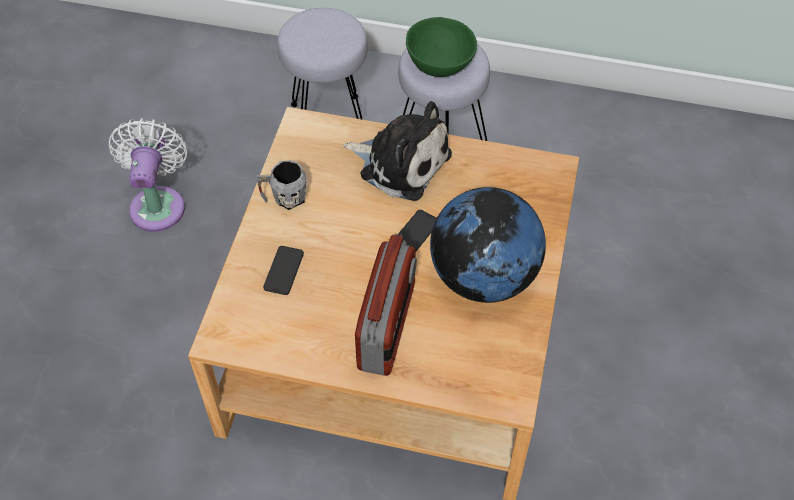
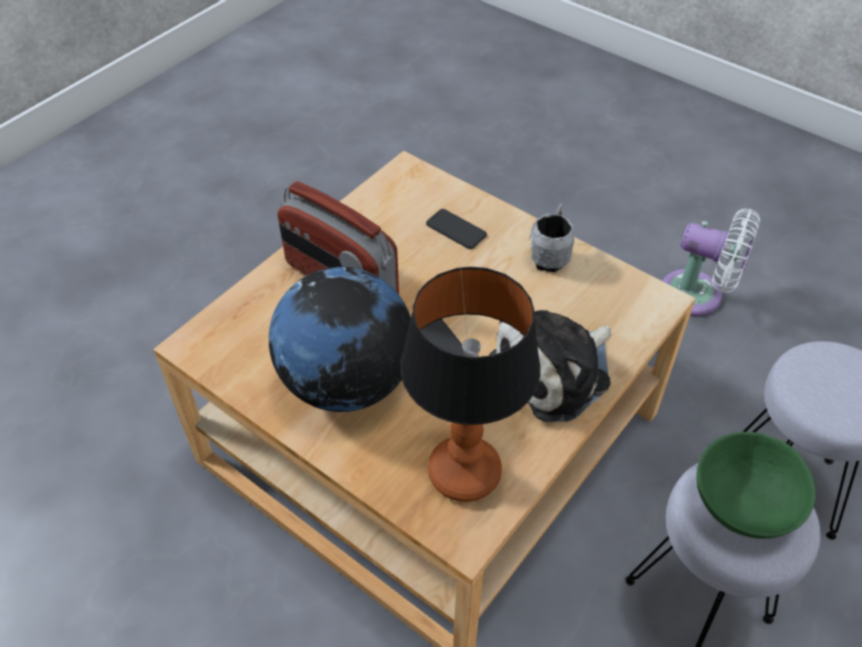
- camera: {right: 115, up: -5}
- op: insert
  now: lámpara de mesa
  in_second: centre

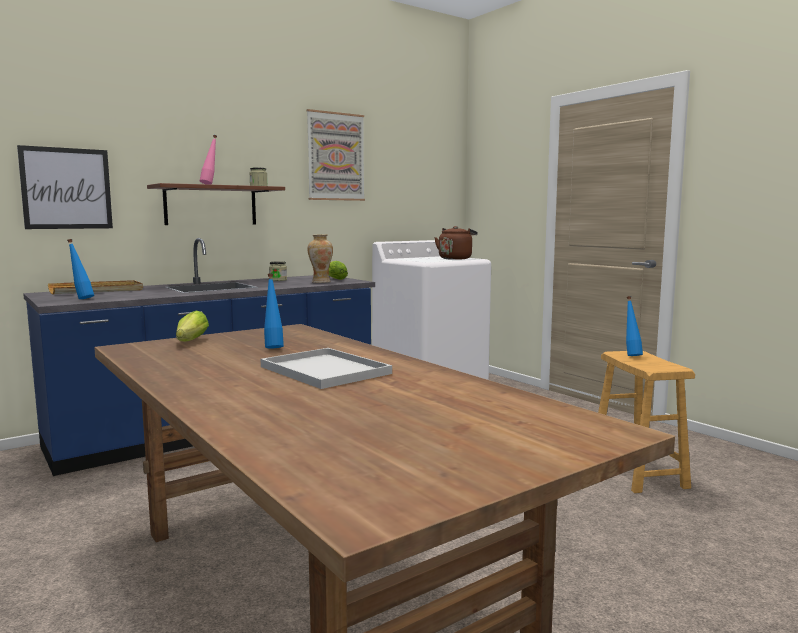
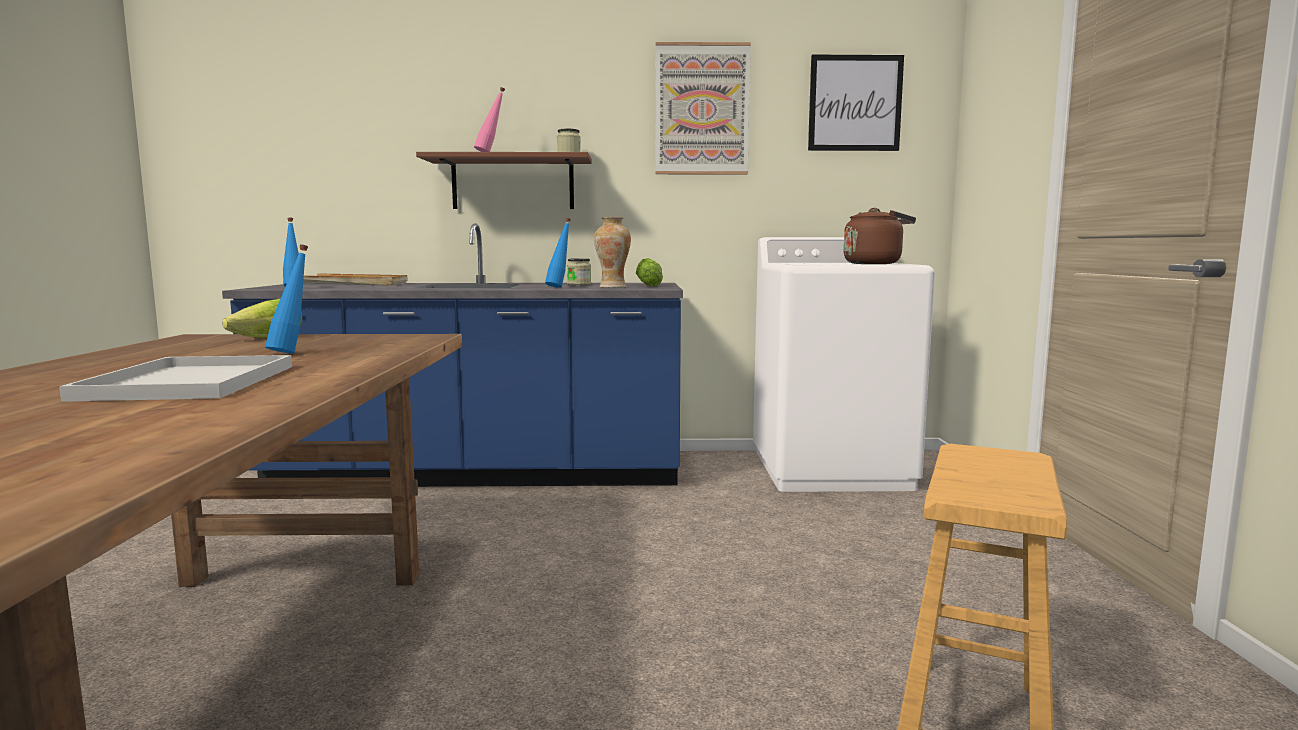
- camera: {right: 35, up: 0}
- op: move
  was: cuadro (1st from left in the first image)
  now: cuadro (2nd from left)
  in_first: top left
  in_second: top centre
- op: move
  was: botella (azul) (3rd from left)
  in_first: middle right
  in_second: centre

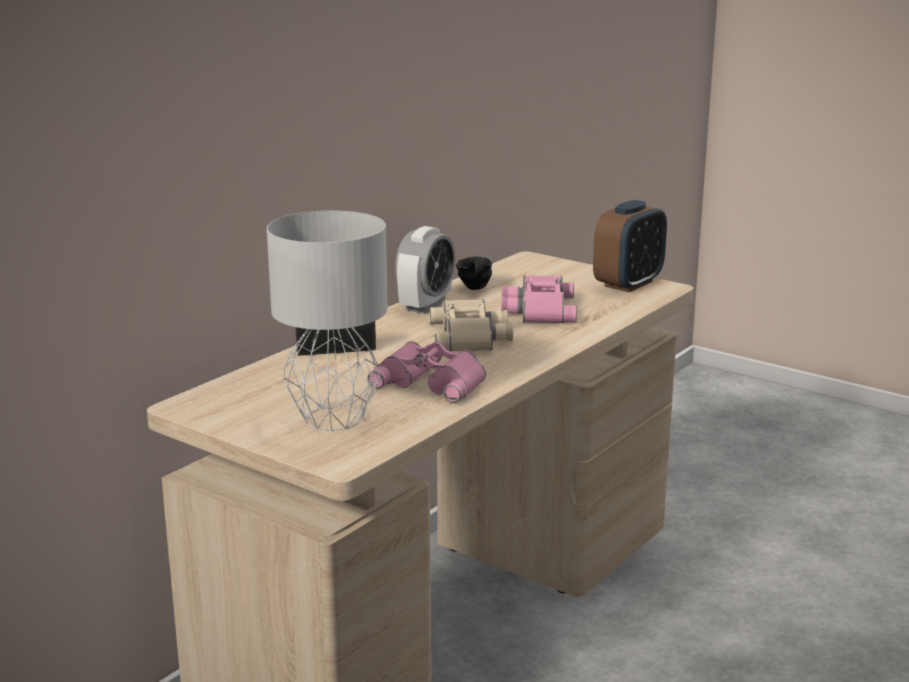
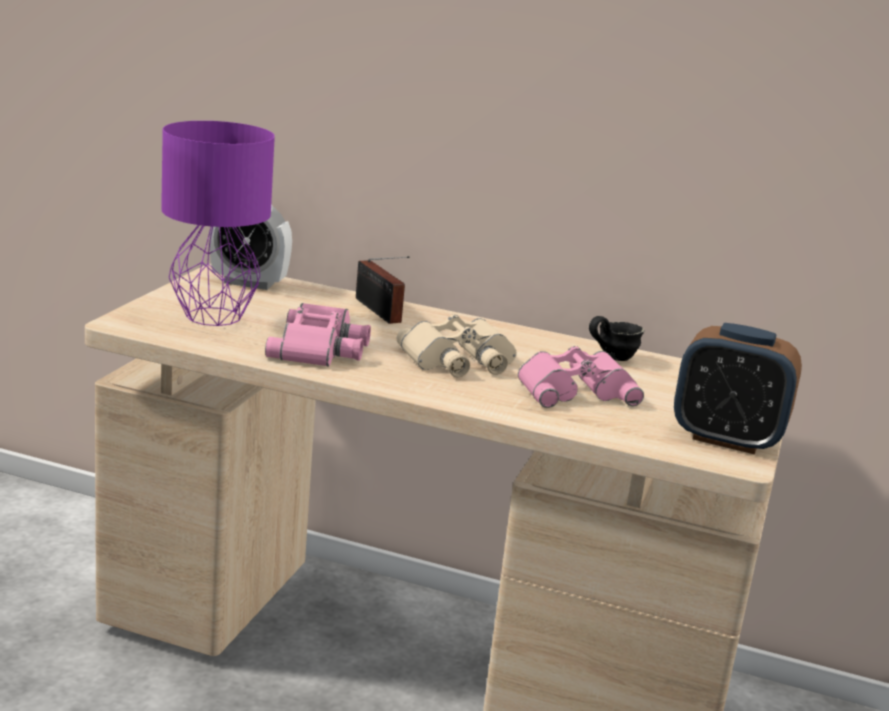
- camera: {right: 70, up: 0}
- op: move
  was: despertador (1st from left)
  in_first: centre
  in_second: middle left
- op: recolor
  was: lámpara de mesa (gris)
  now: lámpara de mesa (morado)
  in_first: centre
  in_second: top left

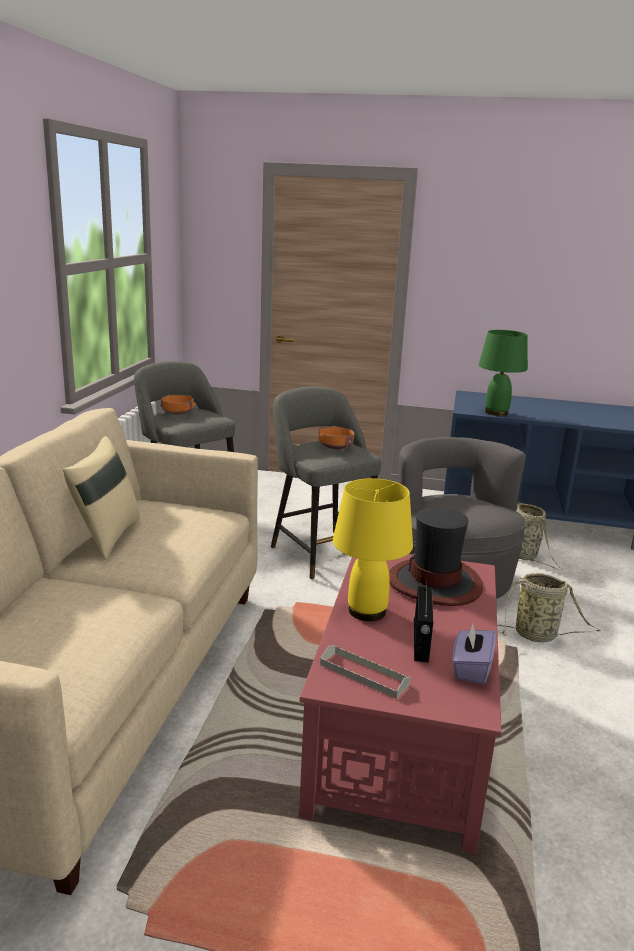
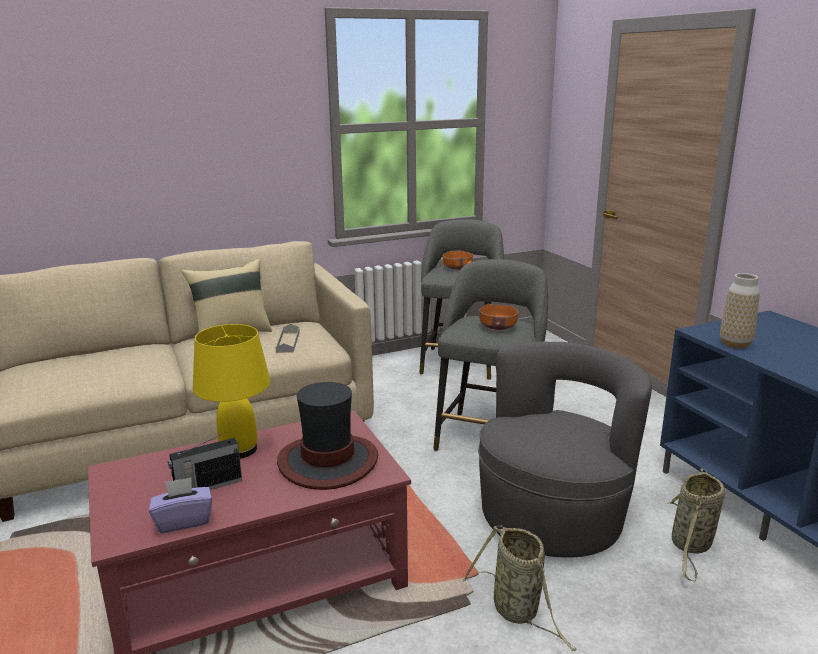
- camera: {right: 55, up: 0}
- op: move
  was: bandeja (gris)
  in_first: bottom centre
  in_second: centre
- op: replace
  was: lámpara de mesa (verde)
  now: florero
  in_first: middle right
  in_second: middle right

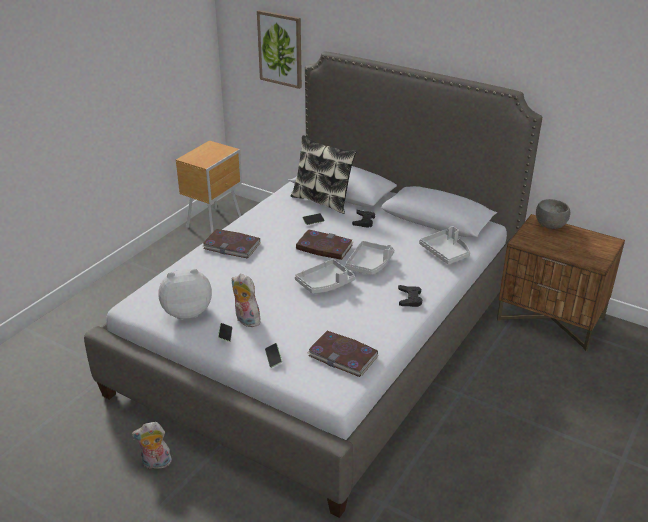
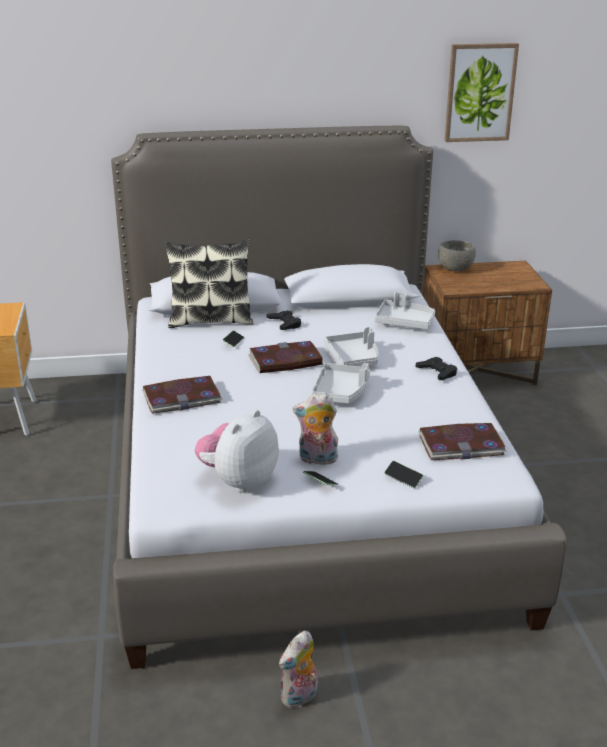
- camera: {right: -40, up: -5}
- op: move
  was: cuadro
  in_first: top centre
  in_second: top right

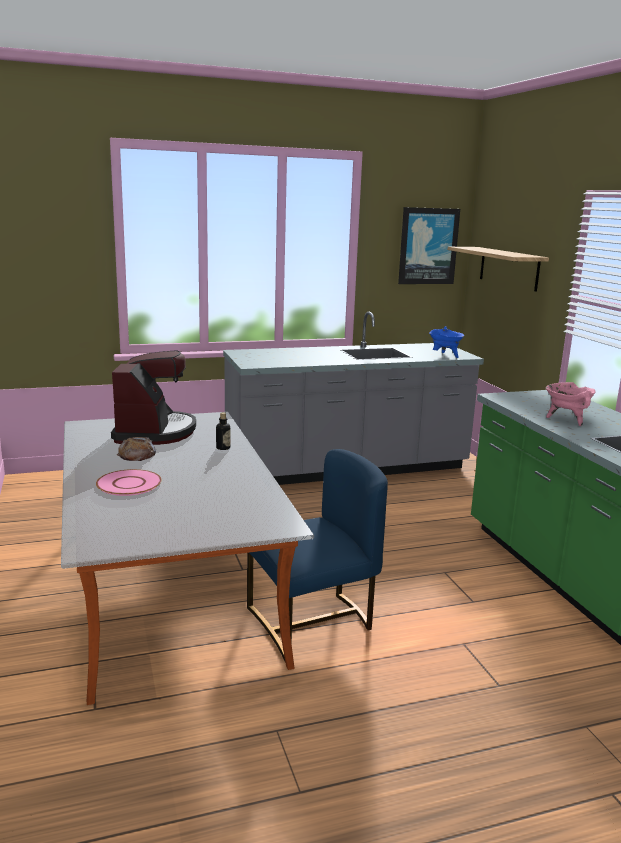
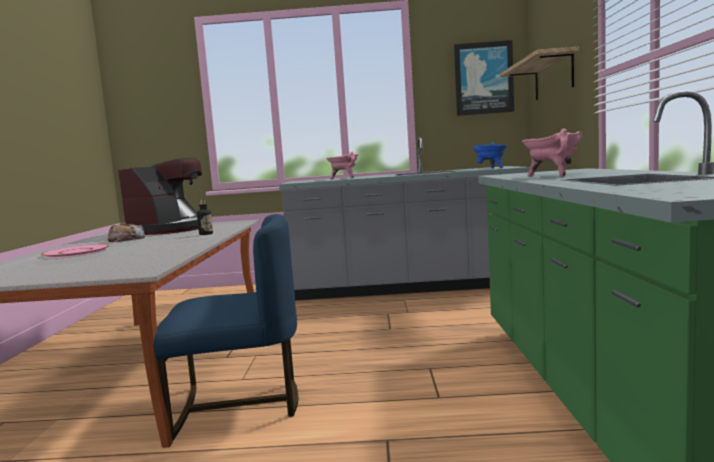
- camera: {right: 20, up: -10}
- op: insert
  now: olla (rosa) (1st from left)
  in_second: centre

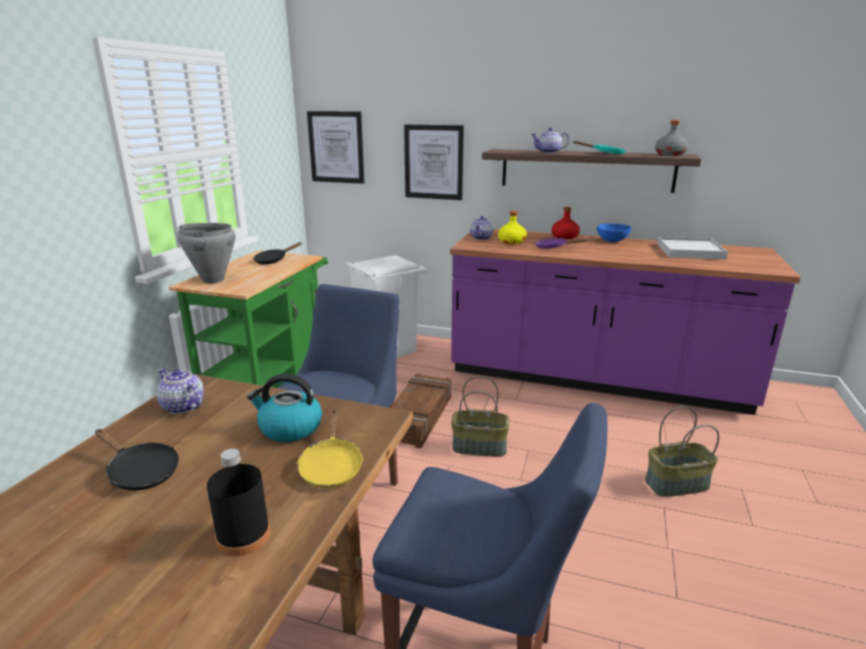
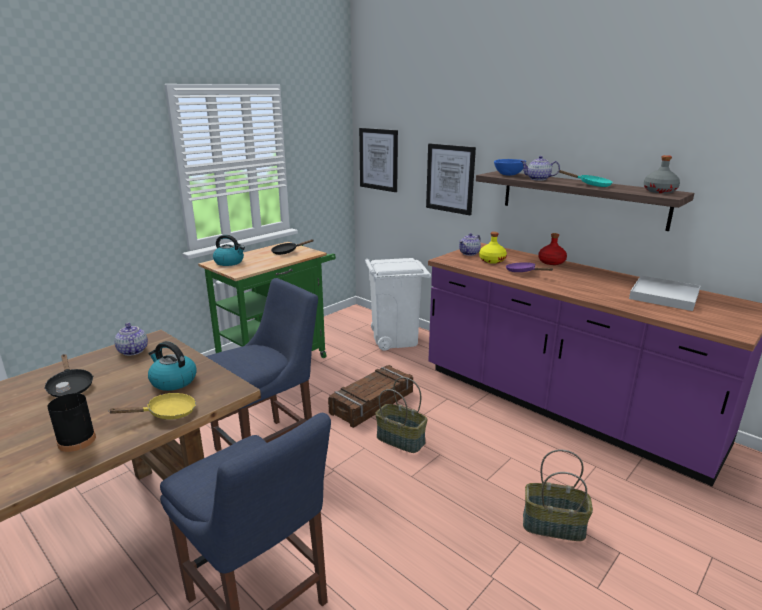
- camera: {right: 25, up: 0}
- op: move
  was: cuenco (azul)
  in_first: middle right
  in_second: top right
- op: replace
  was: olla (gris)
  now: hervidor (2nd from left)
  in_first: middle left
  in_second: middle left
- op: rotate
  was: sartén (amarillo)
  in_first: bottom centre
  in_second: middle left
  clockwise: -135

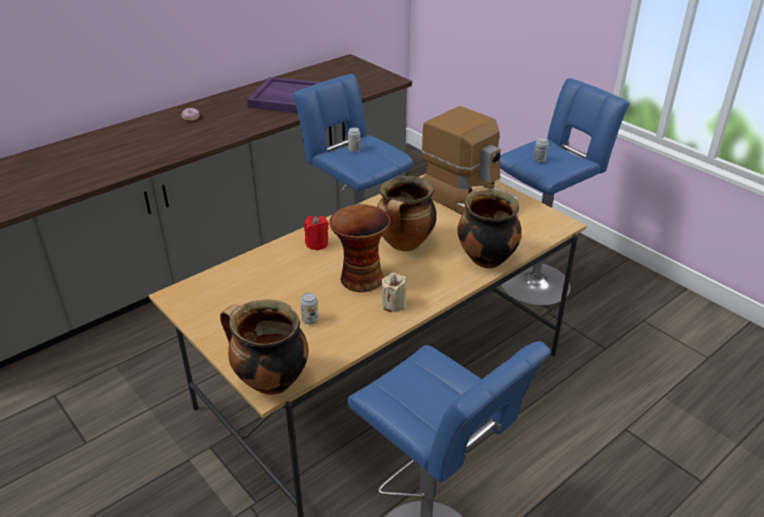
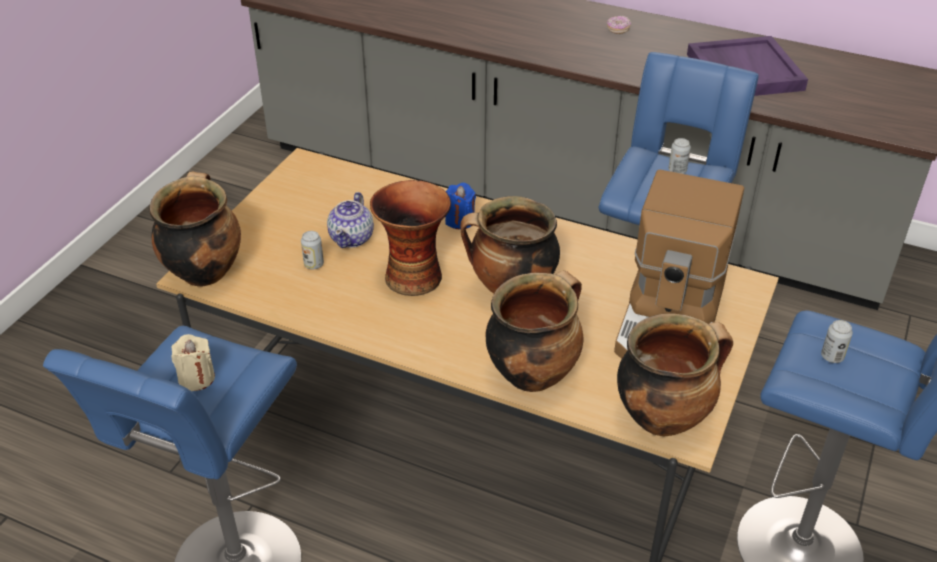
- camera: {right: 65, up: 5}
- op: insert
  now: tetera
  in_second: centre
- op: insert
  now: olla (4th from left)
  in_second: middle right
- op: move
  was: vela (beis)
  in_first: centre
  in_second: middle left
- op: recolor
  was: vela (rojo)
  now: vela (azul)
  in_first: centre
  in_second: centre

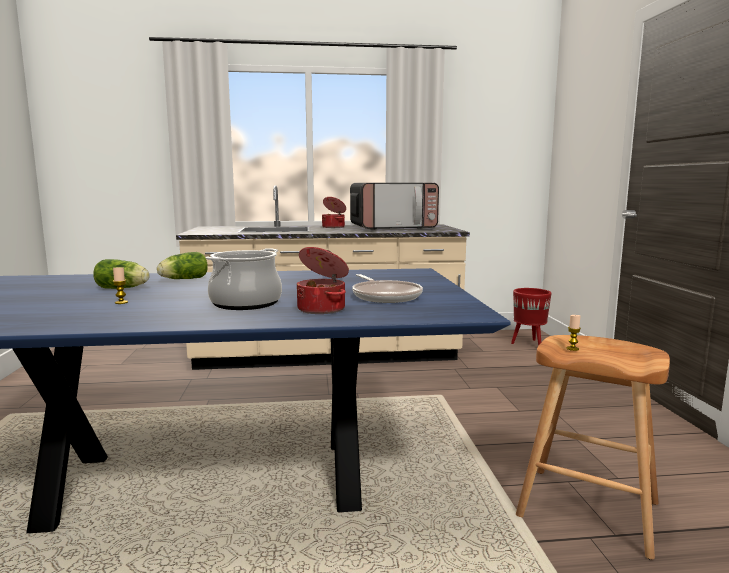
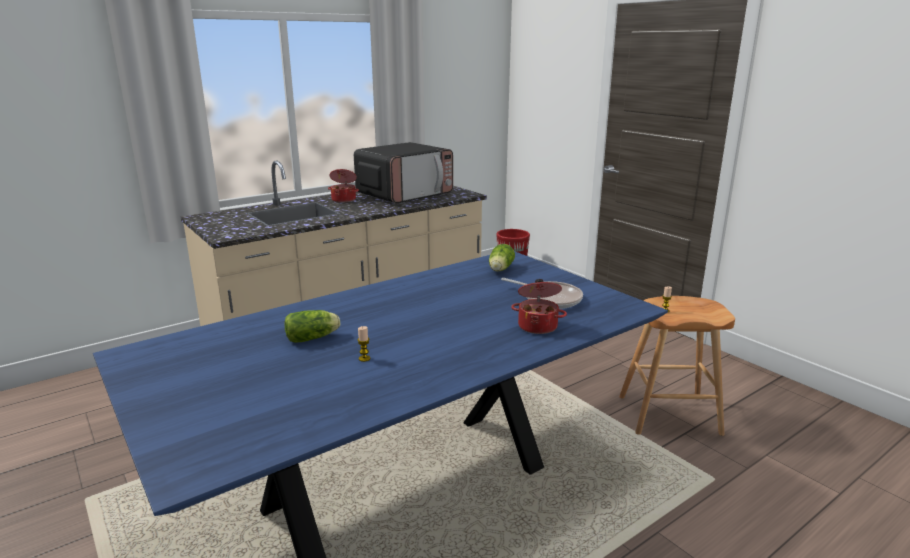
- camera: {right: -30, up: 10}
- op: delete
  was: olla (1st from left)
  in_first: centre
- op: move
  was: lechuga (2nd from left)
  in_first: middle left
  in_second: centre

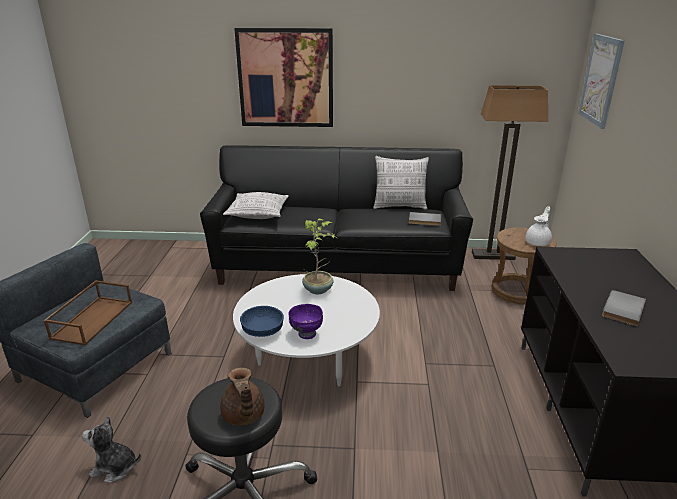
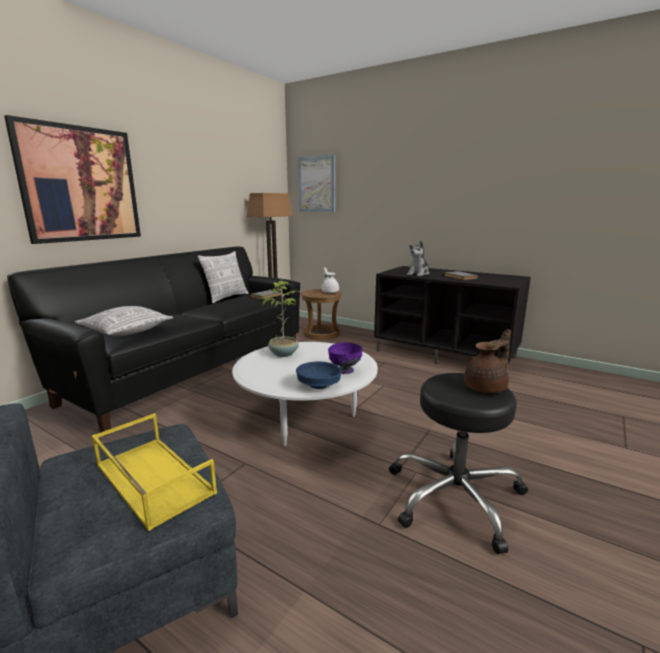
- camera: {right: -60, up: -10}
- op: move
  was: peluche
  in_first: bottom left
  in_second: centre
- op: recolor
  was: bandeja (marrón)
  now: bandeja (amarillo)
  in_first: middle left
  in_second: bottom left
- op: rotate
  was: tetera (marrón)
  in_first: bottom centre
  in_second: middle right
  clockwise: -45

